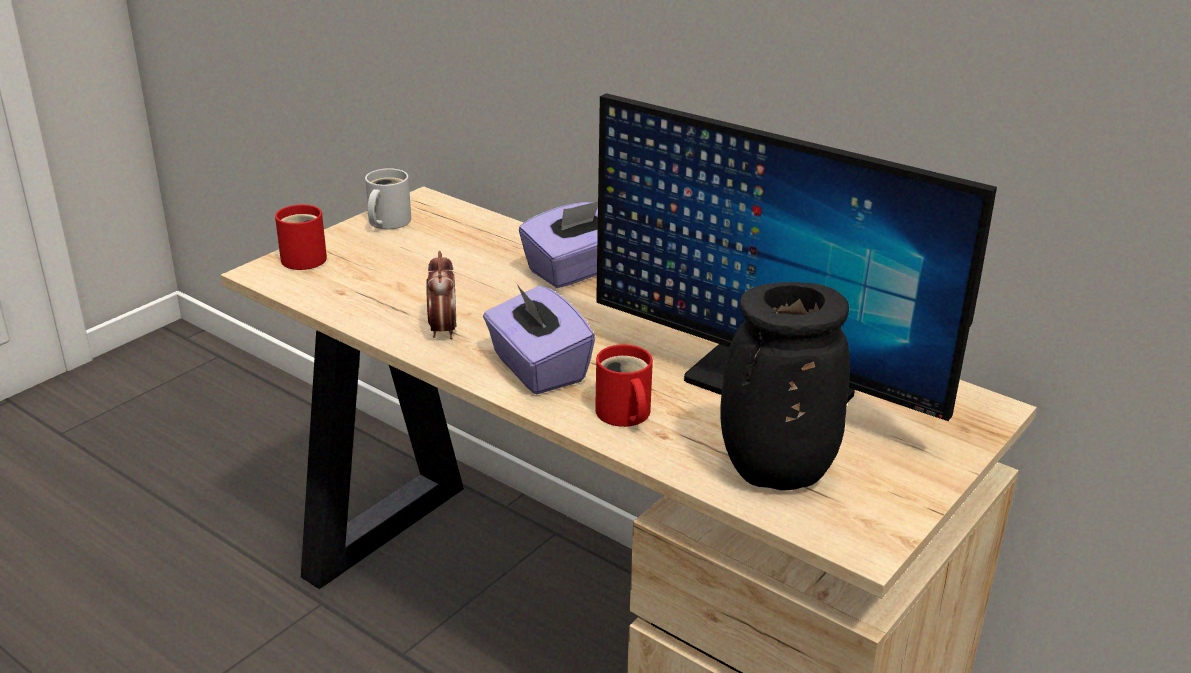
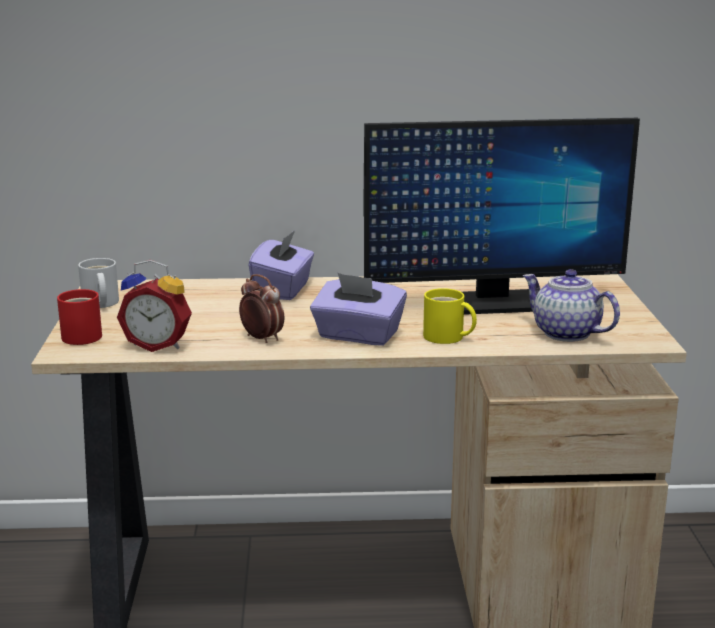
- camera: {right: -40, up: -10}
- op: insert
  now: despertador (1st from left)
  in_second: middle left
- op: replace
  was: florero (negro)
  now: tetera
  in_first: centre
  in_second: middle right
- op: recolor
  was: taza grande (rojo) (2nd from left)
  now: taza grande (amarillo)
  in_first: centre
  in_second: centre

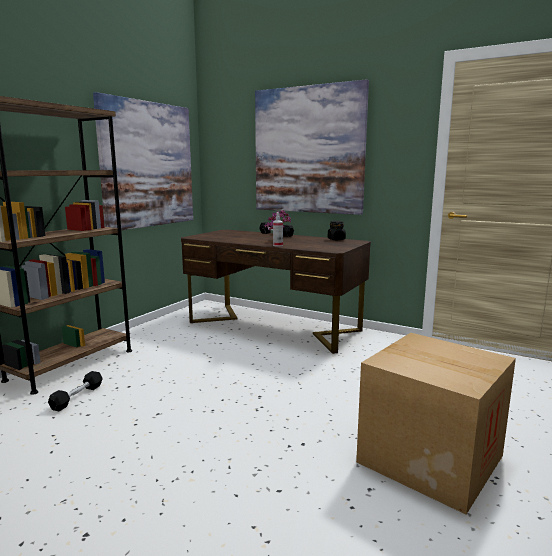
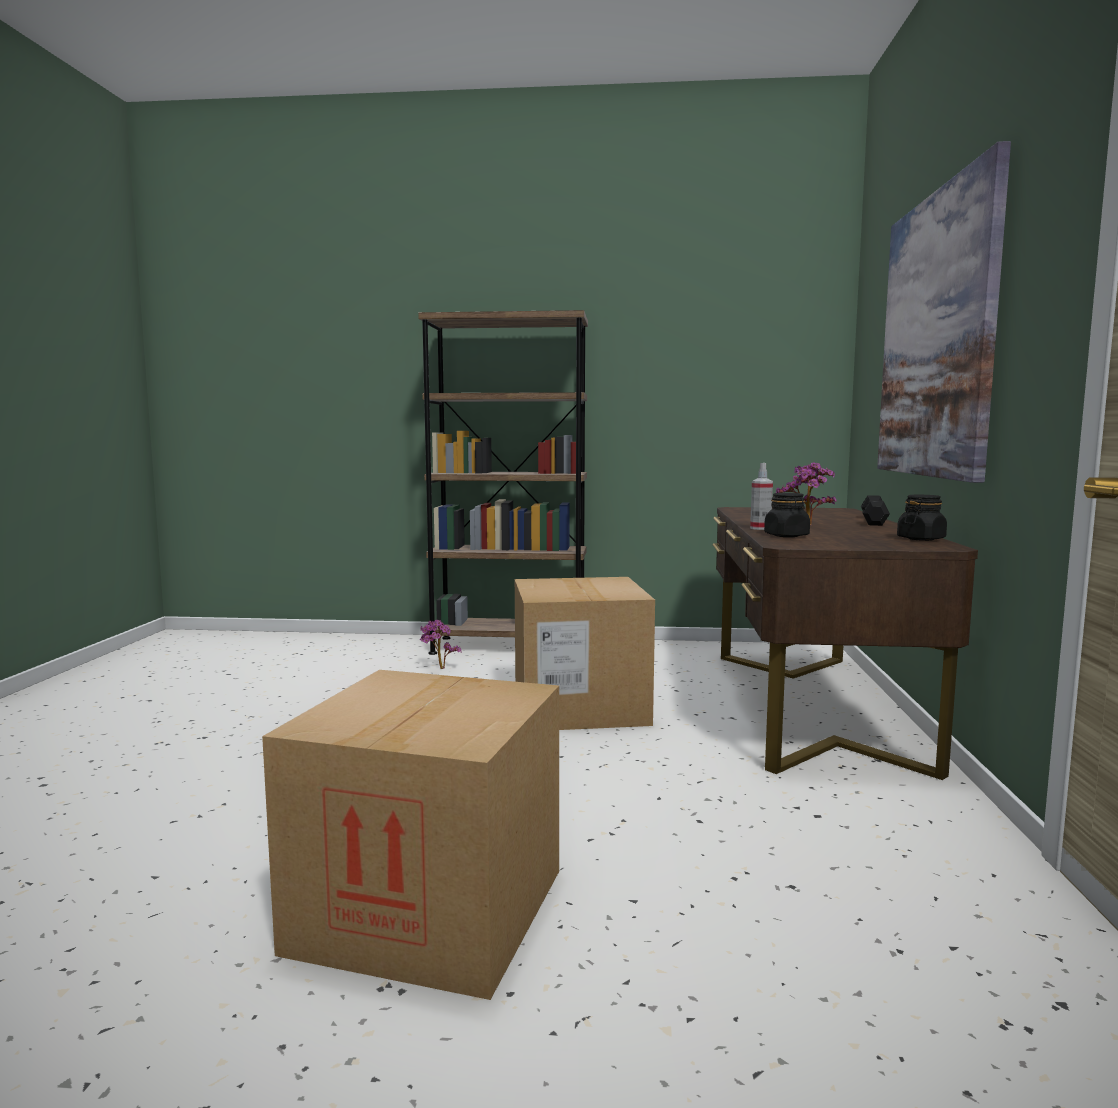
- camera: {right: 65, up: -5}
- op: delete
  was: cuadro (1st from left)
  in_first: top left
- op: insert
  now: caja de cartón (2nd from left)
  in_second: centre
- op: insert
  now: tarro (negro) (1st from left)
  in_second: middle right
- op: replace
  was: mancuerna (negro) (1st from left)
  now: planta en maceta (1st from left)
  in_first: bottom left
  in_second: centre

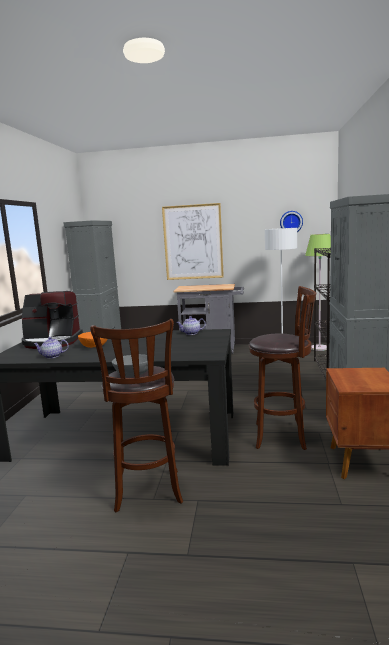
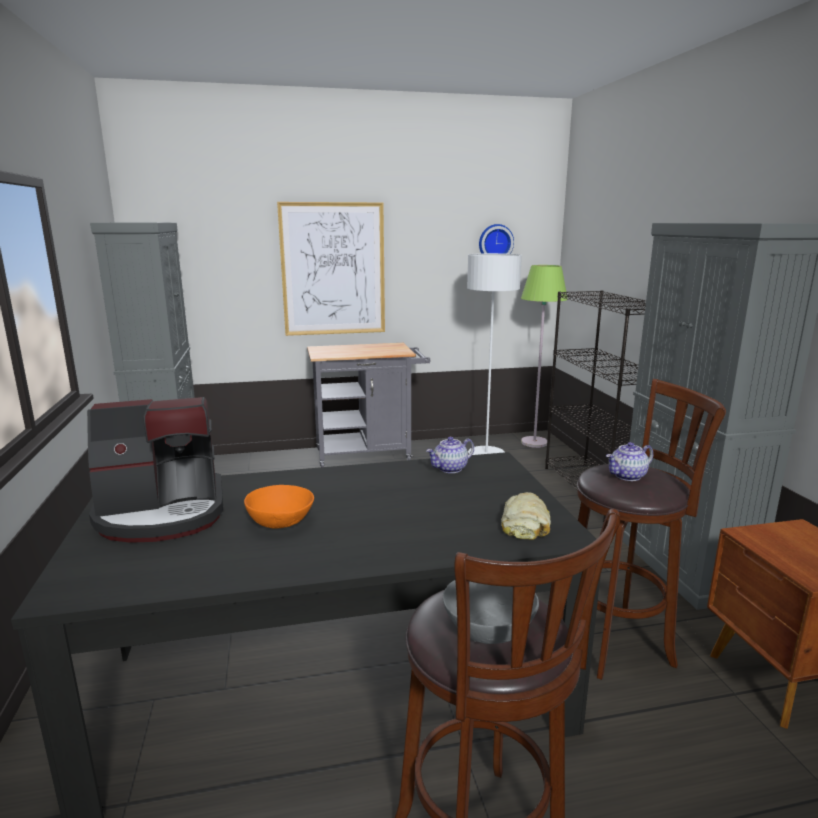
- camera: {right: -20, up: 5}
- op: insert
  now: pan
  in_second: centre
- op: move
  was: tetera (1st from left in the first image)
  now: tetera (2nd from left)
  in_first: middle left
  in_second: middle right

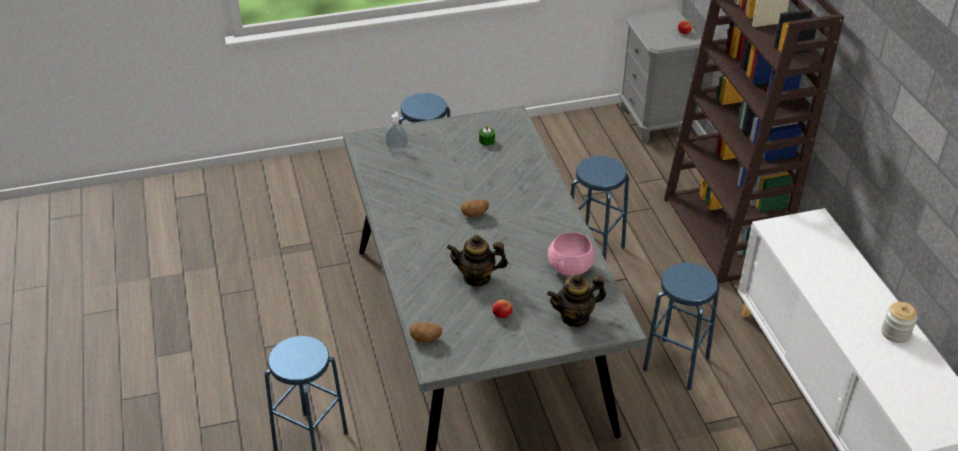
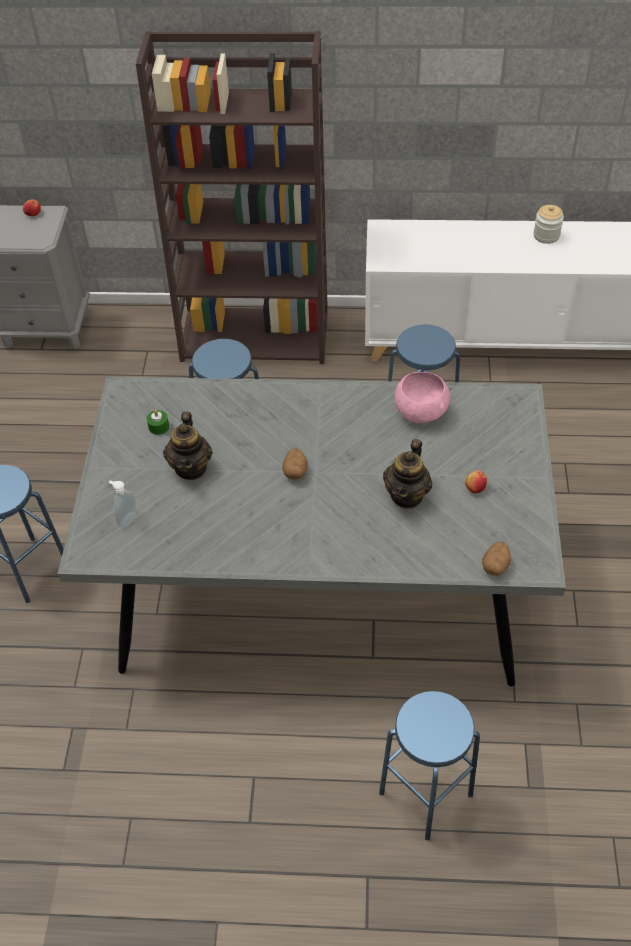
- camera: {right: -70, up: 10}
- op: move
  was: tetera (2nd from left in the first image)
  now: tetera (1st from left)
  in_first: centre
  in_second: middle left

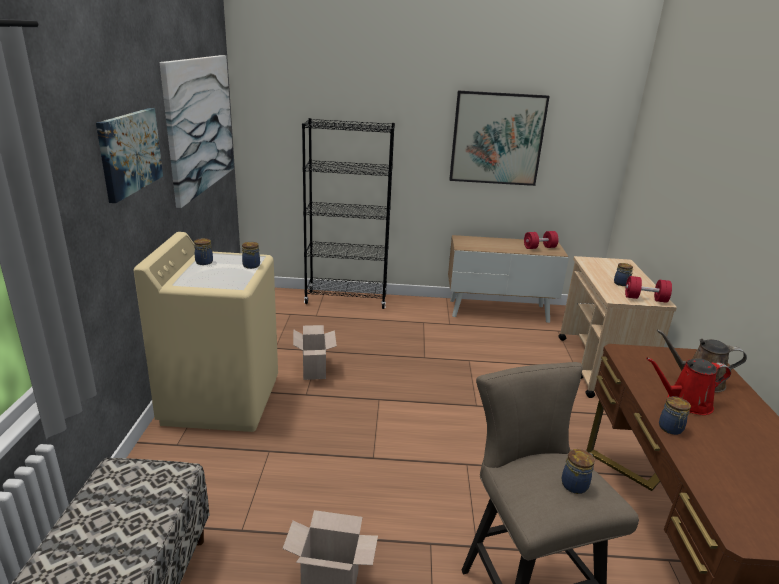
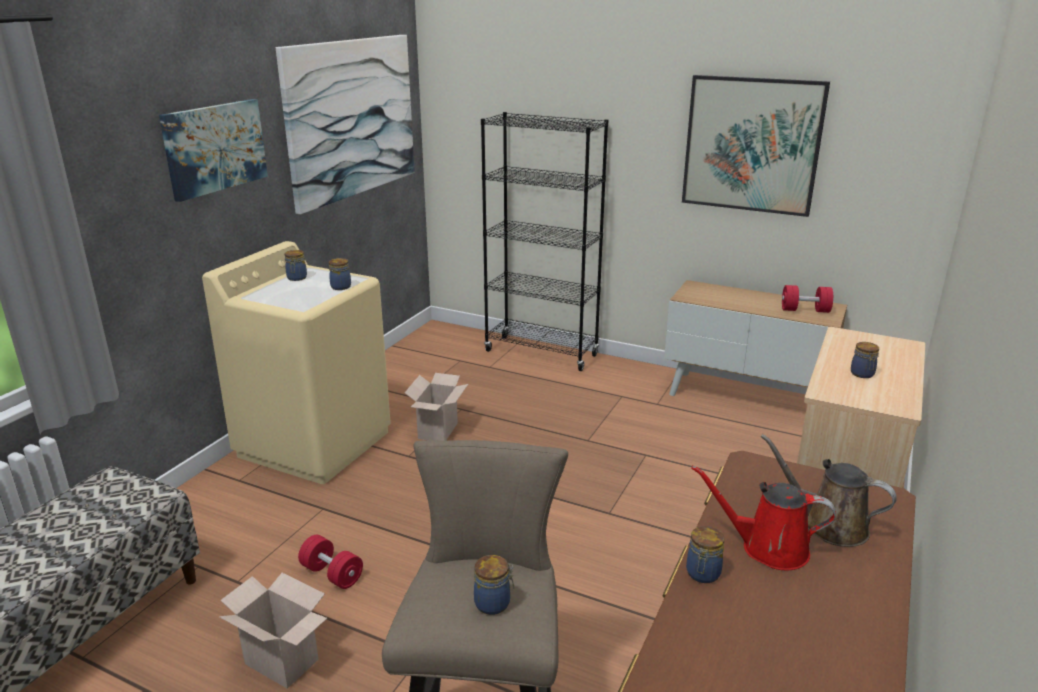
- camera: {right: 25, up: 0}
- op: move
  was: mancuerna (rojo) (2nd from left in the first image)
  now: mancuerna (rojo) (1st from left)
  in_first: middle right
  in_second: bottom left

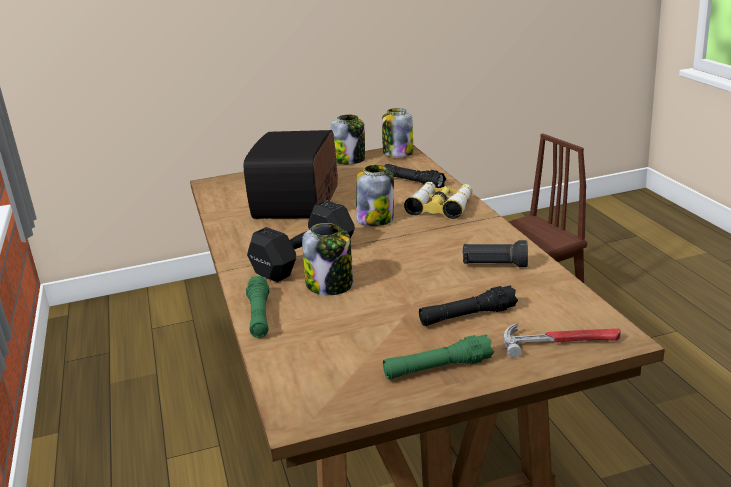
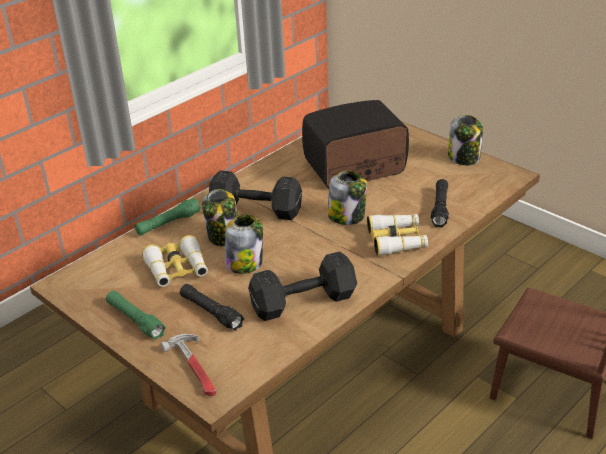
- camera: {right: 60, up: 10}
- op: insert
  now: prismáticos (1st from left)
  in_second: middle left
- op: move
  was: tarro (4th from left in the first image)
  now: tarro (2nd from left)
  in_first: top centre
  in_second: centre
- op: replace
  was: linterna (negro) (3rd from left)
  now: mancuerna (negro) (2nd from left)
  in_first: middle right
  in_second: centre

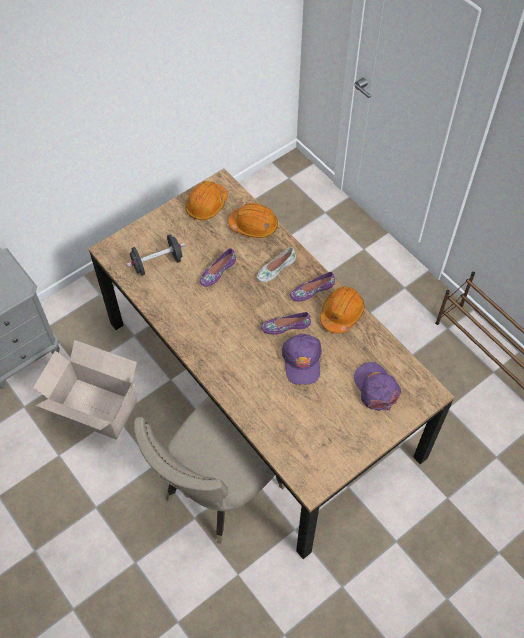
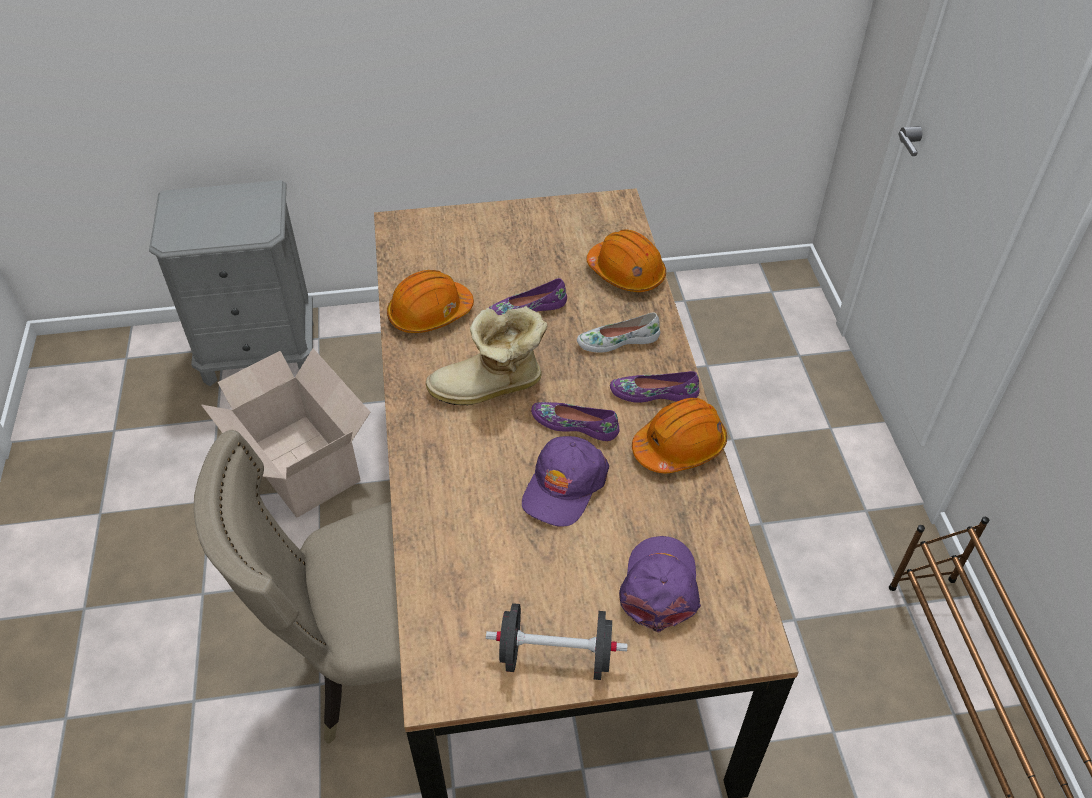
- camera: {right: 30, up: -10}
- op: insert
  now: bota
  in_second: centre
- op: move
  was: mancuerna (negro)
  in_first: middle left
  in_second: bottom centre
- op: move
  was: casco (naranja) (1st from left)
  in_first: top centre
  in_second: centre

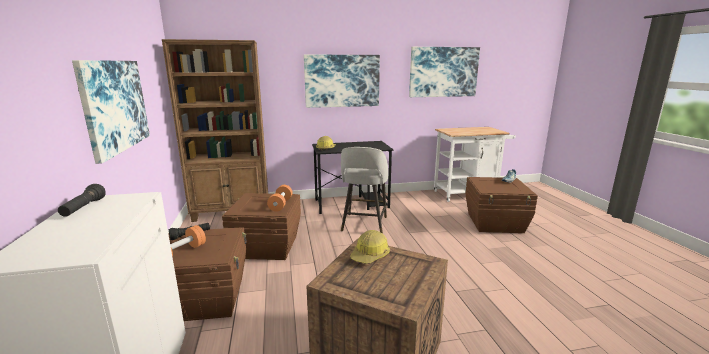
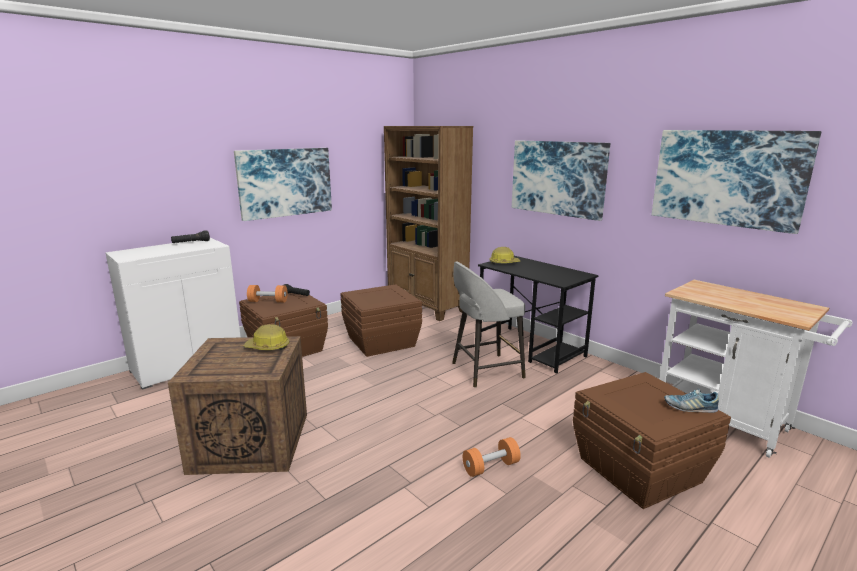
- camera: {right: 60, up: 0}
- op: move
  was: mancuerna (naranja) (2nd from left)
  in_first: centre
  in_second: bottom centre

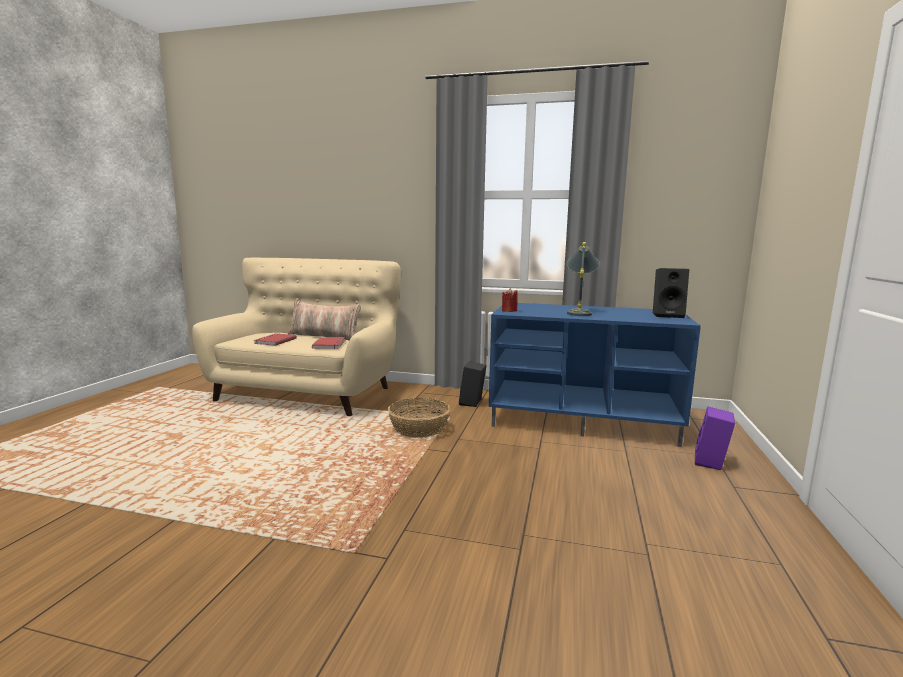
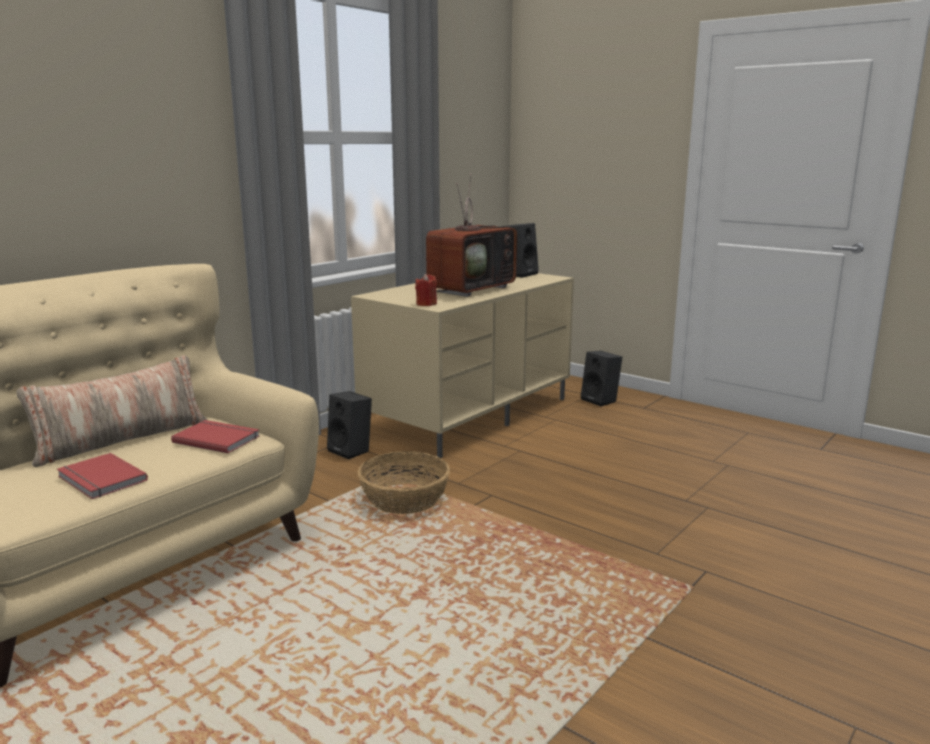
- camera: {right: -65, up: 5}
- op: replace
  was: lámpara de mesa (gris)
  now: televisor
  in_first: centre
  in_second: top centre
- op: recolor
  was: mueble de televisión (azul)
  now: mueble de televisión (beis)
  in_first: centre
  in_second: centre
- op: recolor
  was: altavoz (morado)
  now: altavoz (negro) (3rd from left)
  in_first: middle right
  in_second: centre

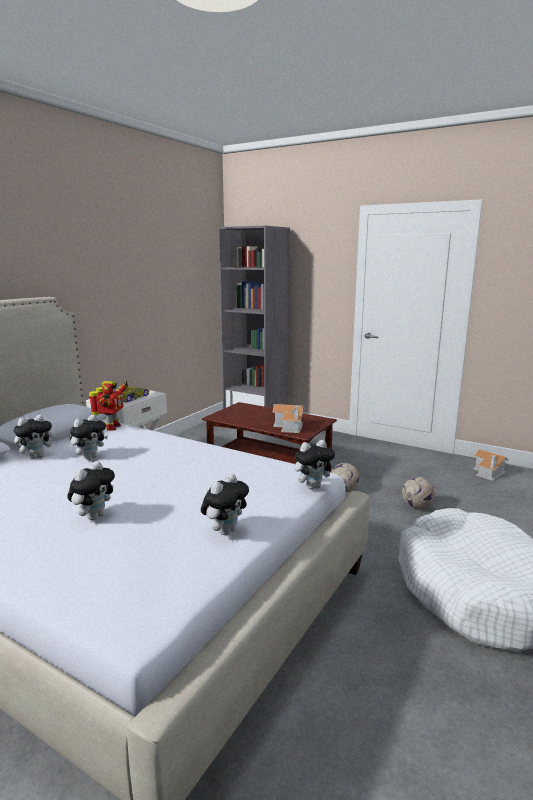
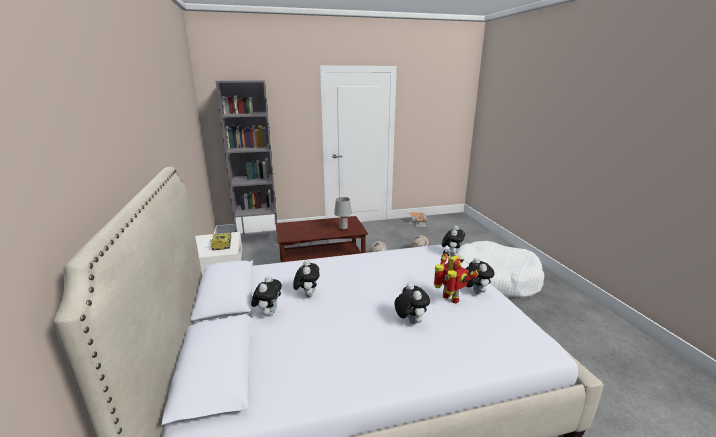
- camera: {right: -45, up: 5}
- op: move
  was: robot de juguete
  in_first: middle left
  in_second: centre
- op: replace
  was: casita (1st from left)
  now: lámpara de mesa (gris)
  in_first: centre
  in_second: centre

